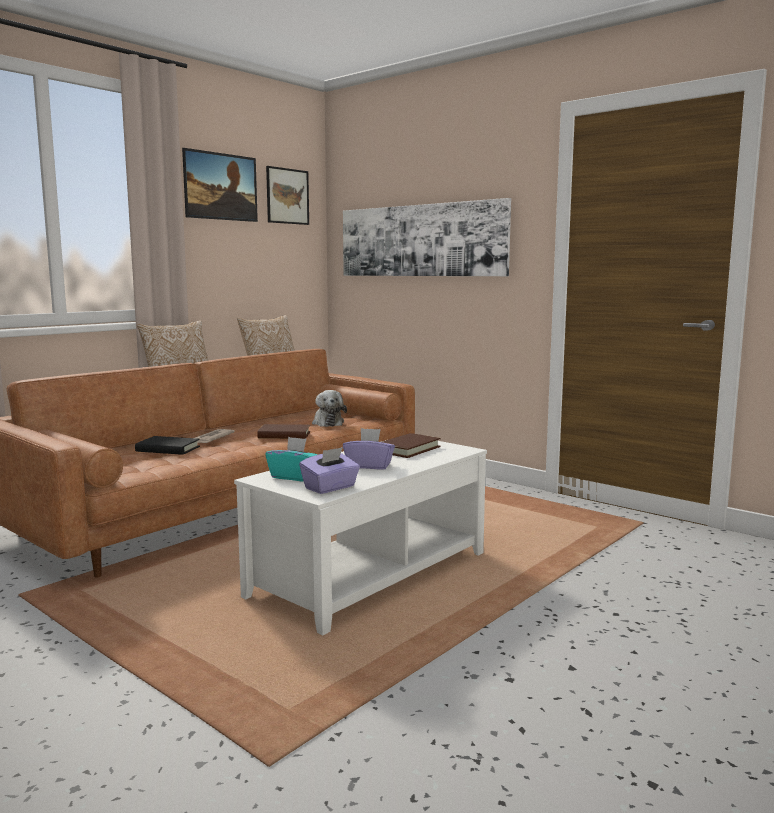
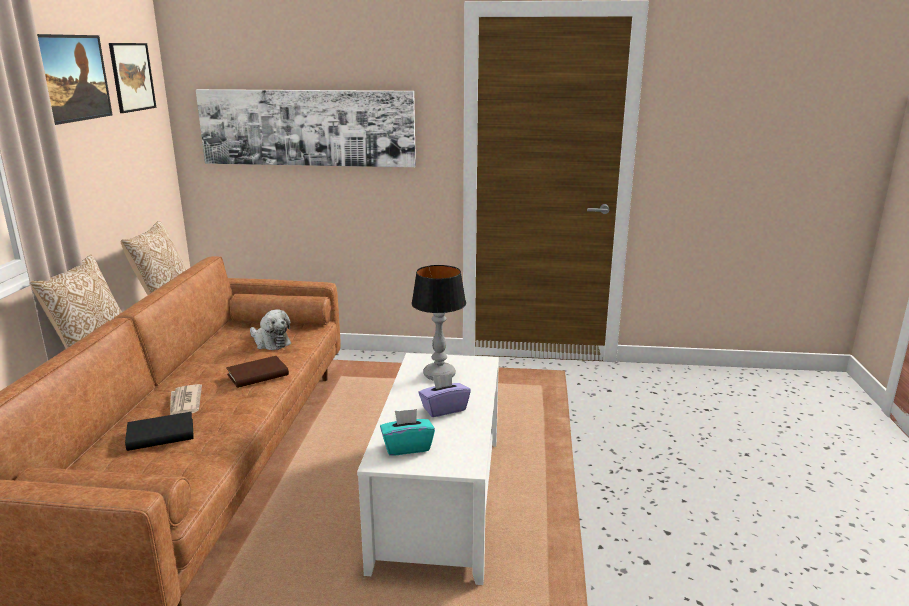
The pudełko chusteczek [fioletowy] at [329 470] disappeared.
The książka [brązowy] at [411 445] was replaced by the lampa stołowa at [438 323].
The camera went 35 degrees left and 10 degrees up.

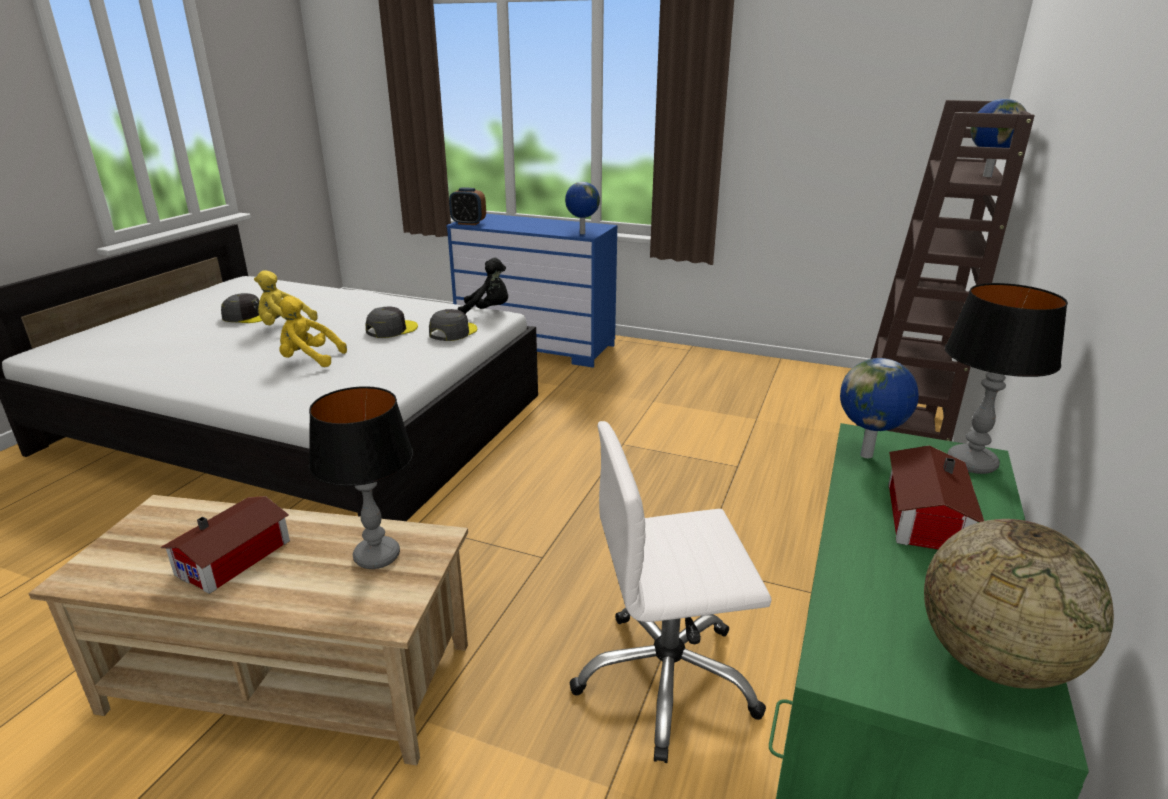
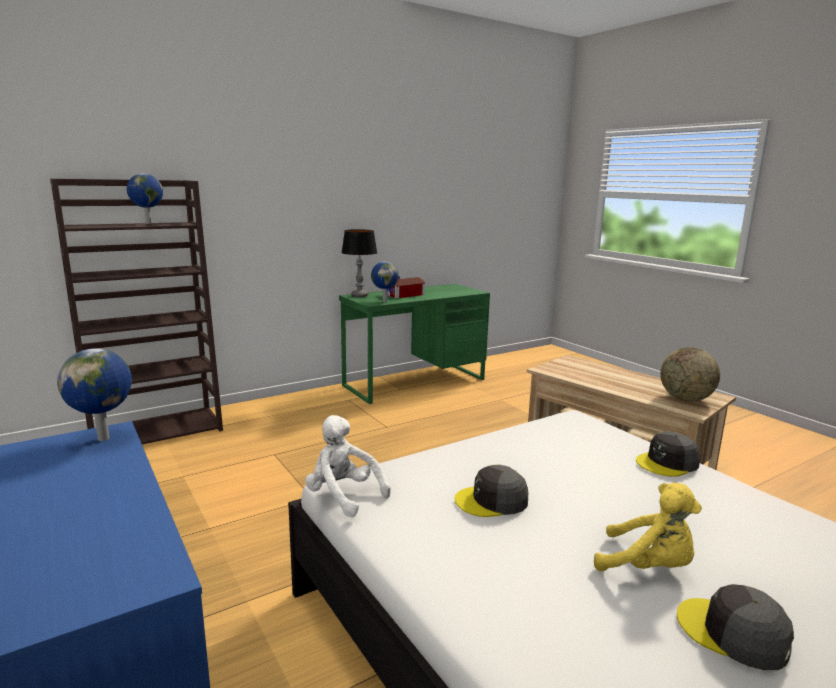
The domek at [225 545] disappeared.
The pluszak [żółty] at [312 331] disappeared.
The lampa stołowa at [361 477] disappeared.
The budzik at [467 206] disappeared.
The krzesło biurowe [biały] at [671 592] disappeared.
The czapka z daszkiem [szary] moved from [453 325] to [668 454].
The globus moved from [1019 604] to [690 374].
The pluszak [czarny] at [483 286] became the pluszak [biały] at [348 466].
The camera went 145 degrees left and 10 degrees down.

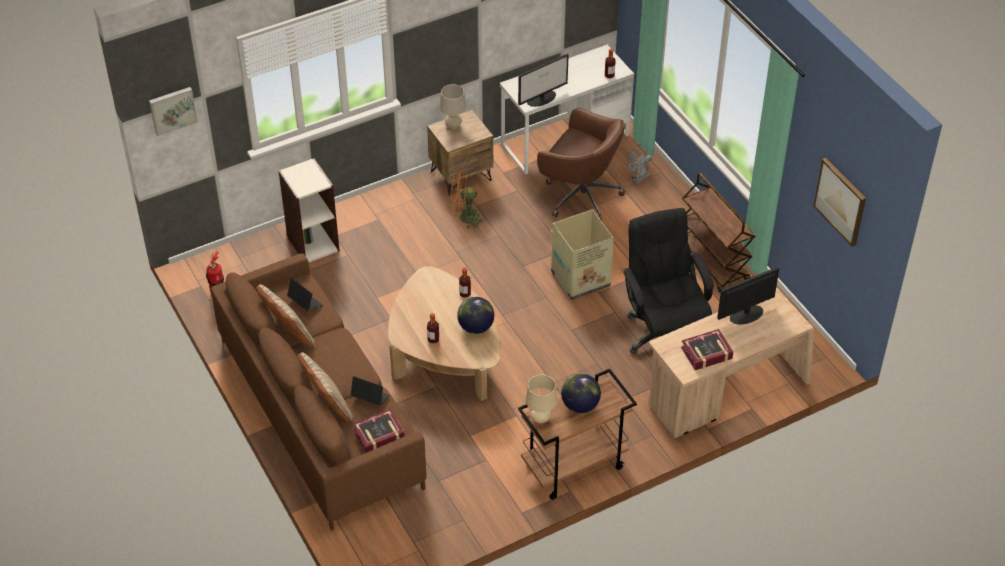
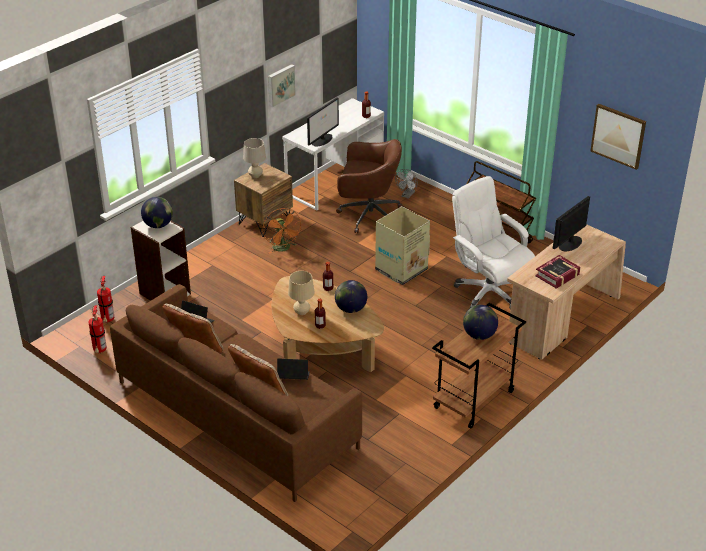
The książka at [378 431] disappeared.
The gaśnica at [105 299] appeared.
The globus at [157 212] appeared.
The obraz moved from [173 111] to [282 85].
The lampa stołowa [beżowy] moved from [541 398] to [301 293].
The krzesło biurowe [czarny] at [667 281] became the krzesło biurowe [biały] at [493 242].
The wentylator [pomarańczowy] at [468 199] turned 90 degrees counterclockwise.
The camera went 20 degrees left and 10 degrees down.

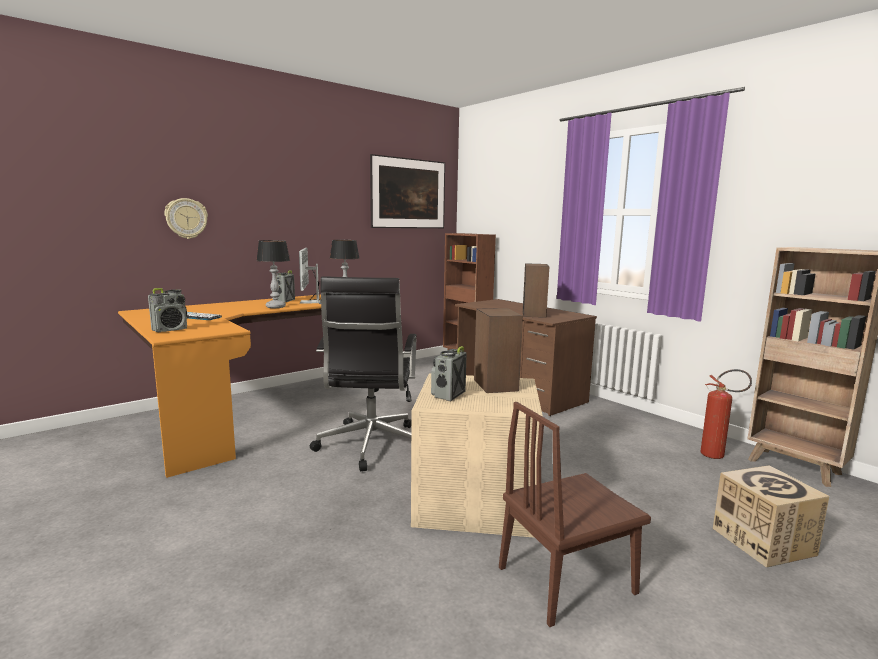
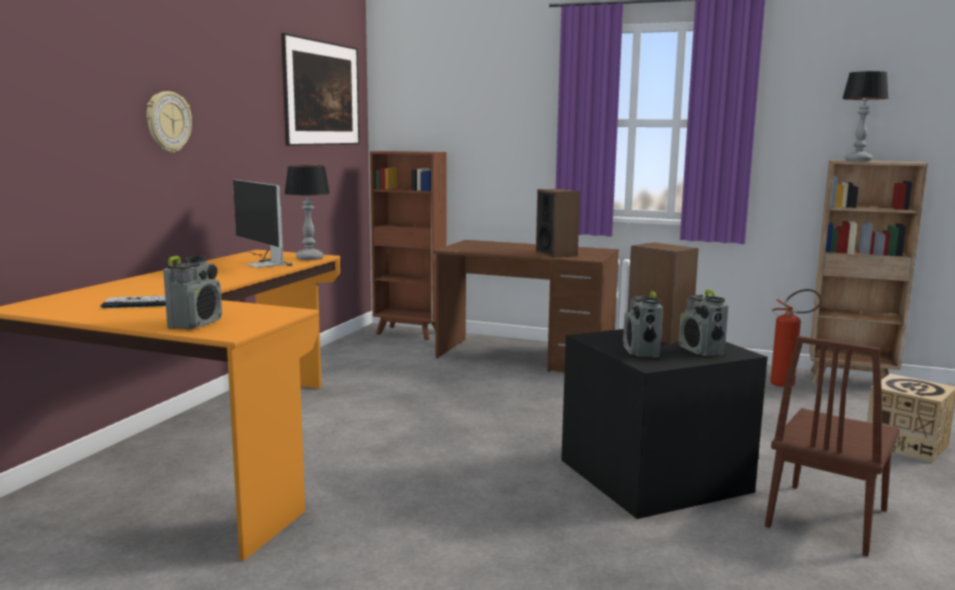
The krzesło biurowe [czarny] at [363 374] disappeared.
The zegar ścienny moved from [186 218] to [169 122].
The lampa stołowa moved from [273 274] to [865 116].
The radio moved from [283 286] to [703 323].
The pojemnik do przechowywania [beżowy] at [477 455] became the pojemnik do przechowywania [czarny] at [664 424].
The camera went 30 degrees left and 0 degrees up.

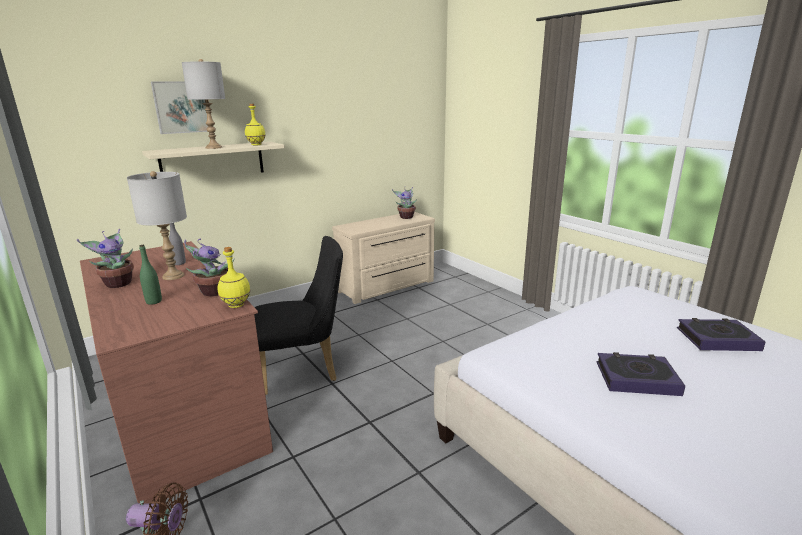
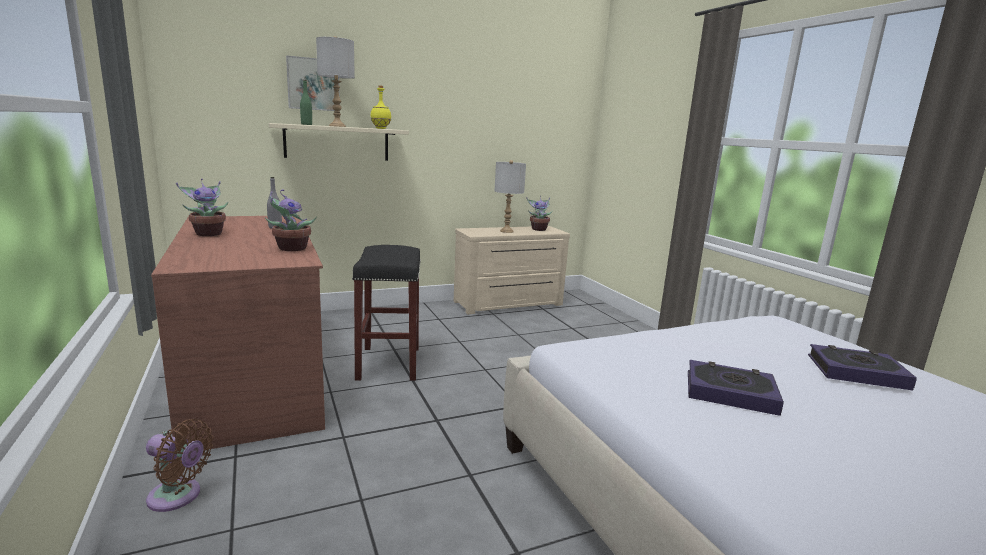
The butelka [żółty] at [234 277] disappeared.
The lampa stołowa [szary] moved from [157 225] to [510 196].
The butelka [zielony] moved from [150 275] to [306 102].
The krzesło [czarny] at [298 315] was replaced by the stołek [czarny] at [386 313].
The camera went 10 degrees right and 5 degrees down.

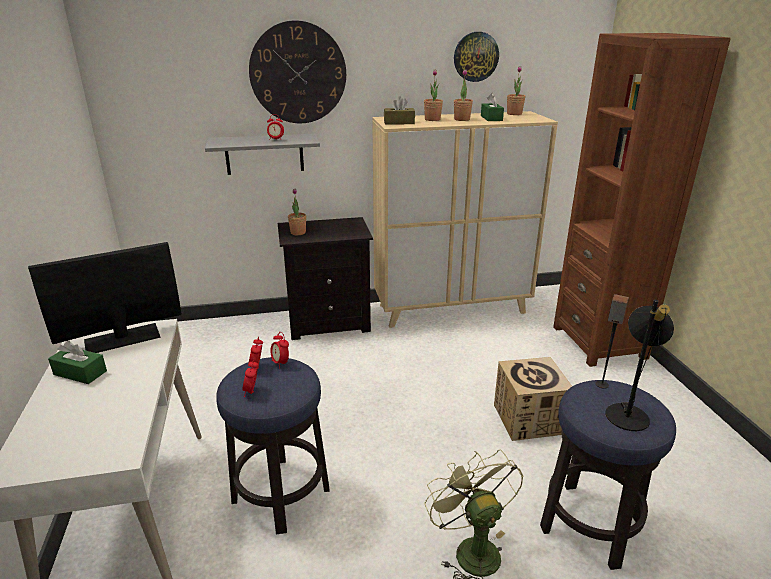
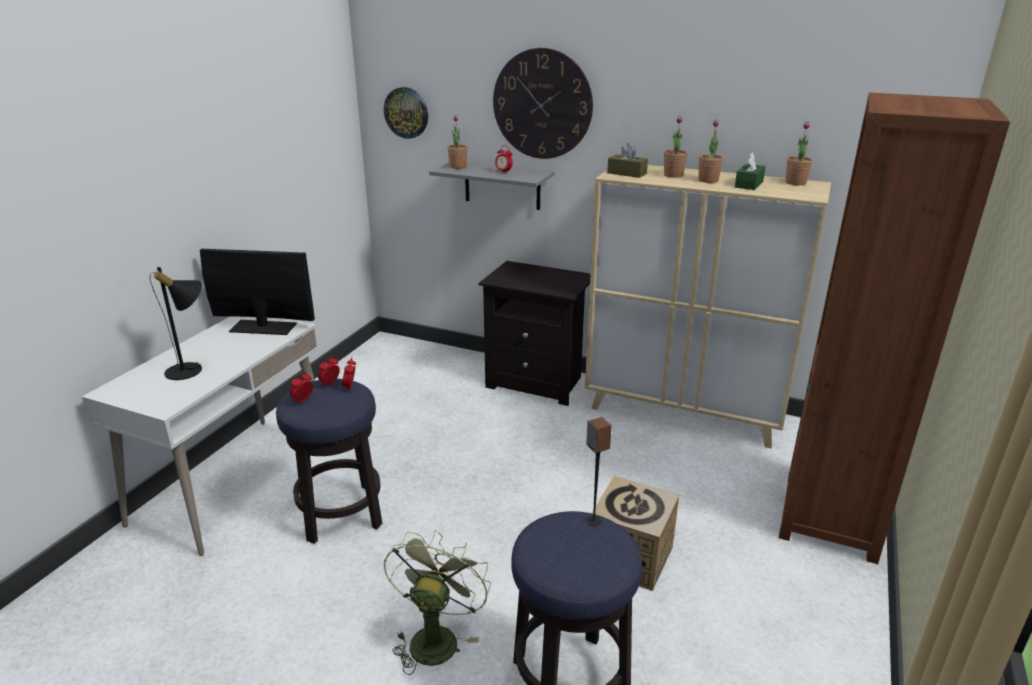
The pudełko chusteczek [zielony] at [77 362] disappeared.
The roślina doniczkowa moved from [297 211] to [457 142].
The zegar ścienny moved from [476 57] to [406 113].
The lampa stołowa [czarny] moved from [639 365] to [176 323].
The camera went 35 degrees right and 0 degrees up.

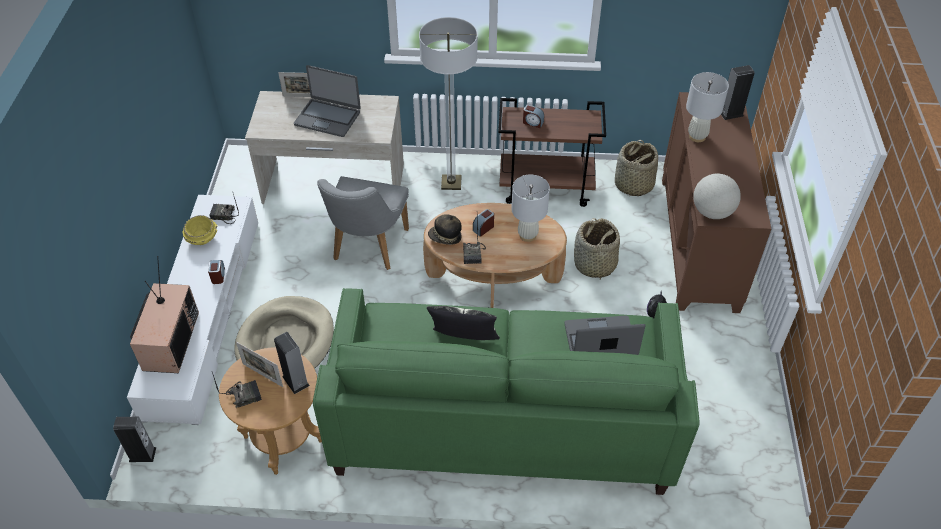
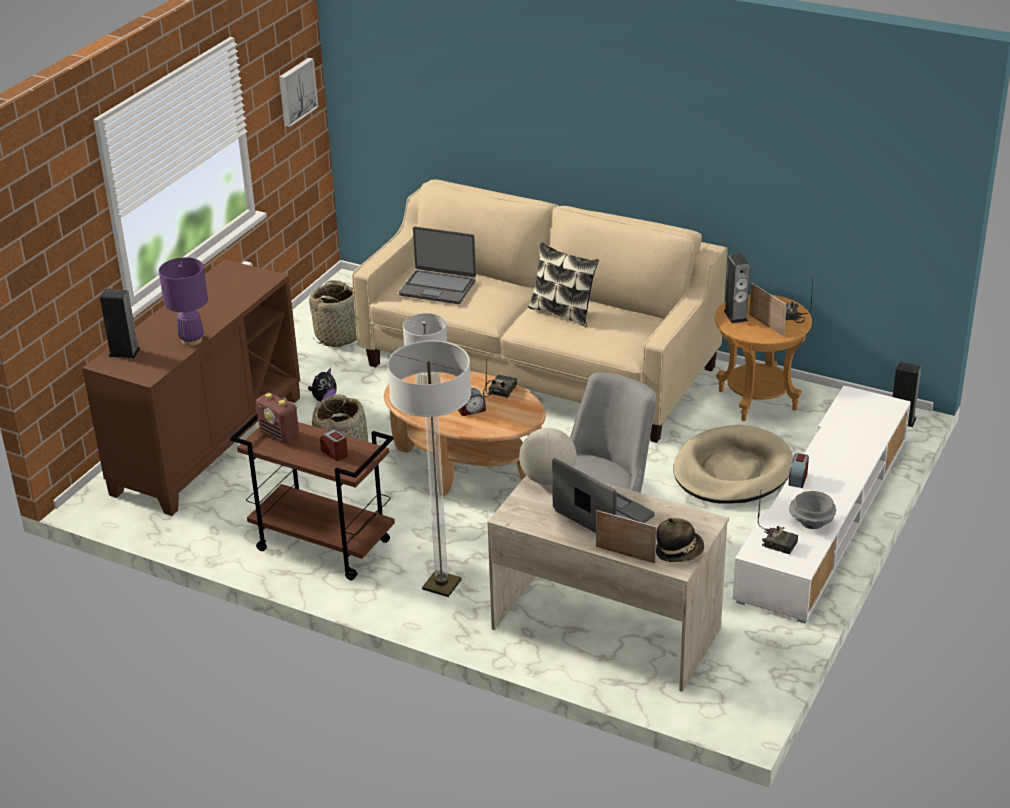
The telewizor at [164 314] disappeared.
The radio at [277 418] appeared.
The obraz at [298 92] appeared.
The kapelusz moved from [445 229] to [680 540].
The koszyk moved from [636 168] to [333 313].
The globus moved from [717 196] to [548 456].
The miska [żółty] at [200 230] became the miska [szary] at [812 510].
The kanapa [zielony] at [506 391] became the kanapa [beżowy] at [540 311].
The lampa stołowa [biały] at [707 107] became the lampa stołowa [fioletowy] at [183 302].
The camera went 155 degrees left and 15 degrees down.

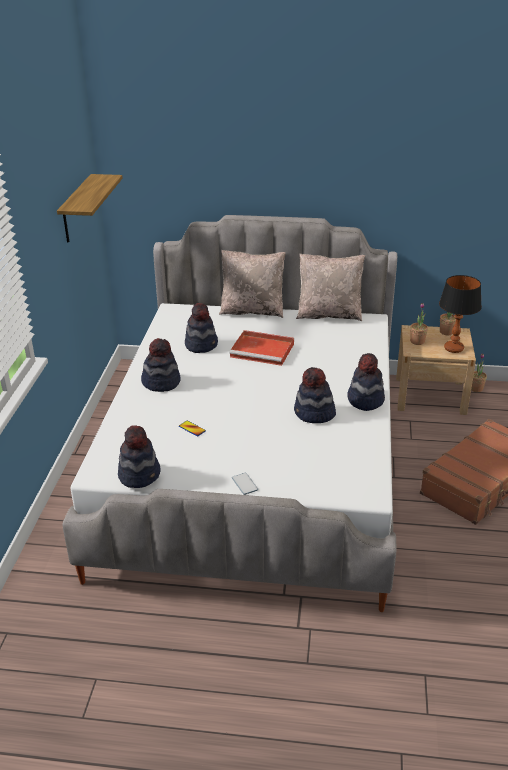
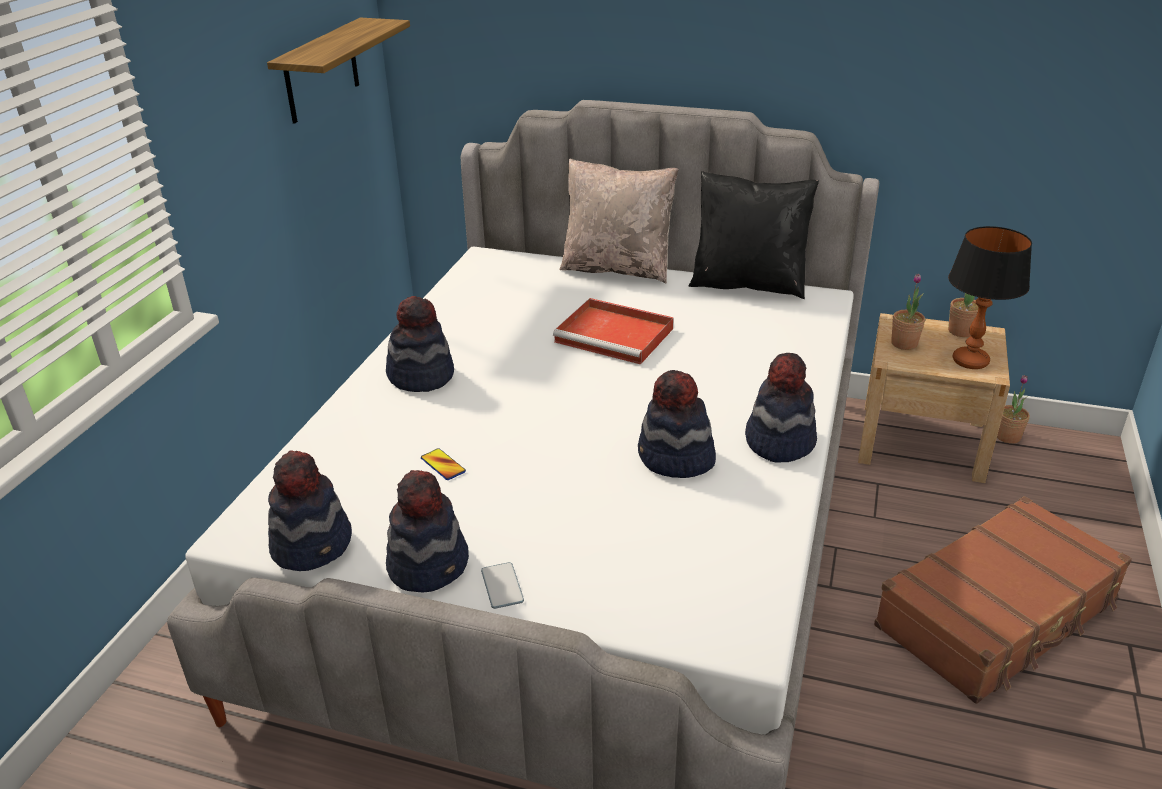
The kapelusz moved from [201 328] to [427 531].
The poduszka [beżowy] at [330 287] became the poduszka [czarny] at [754 235].
The camera went 10 degrees right and 0 degrees up.

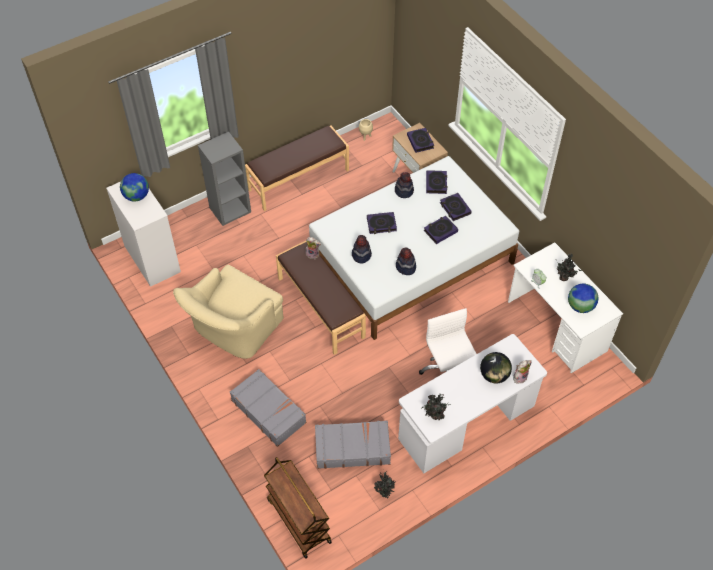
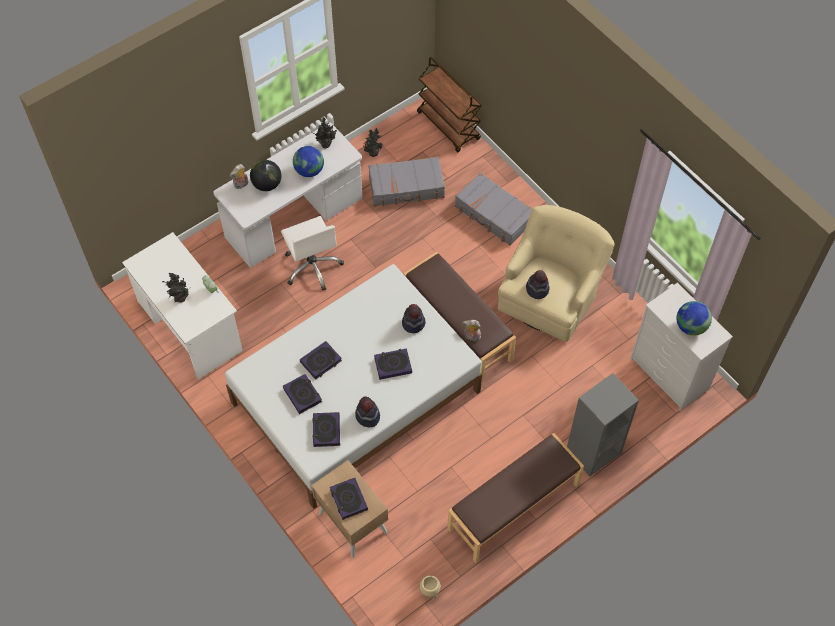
The kapelusz moved from [406 261] to [538 284].
The globus moved from [583 298] to [308 161].
The camera went 175 degrees right and 5 degrees up.

